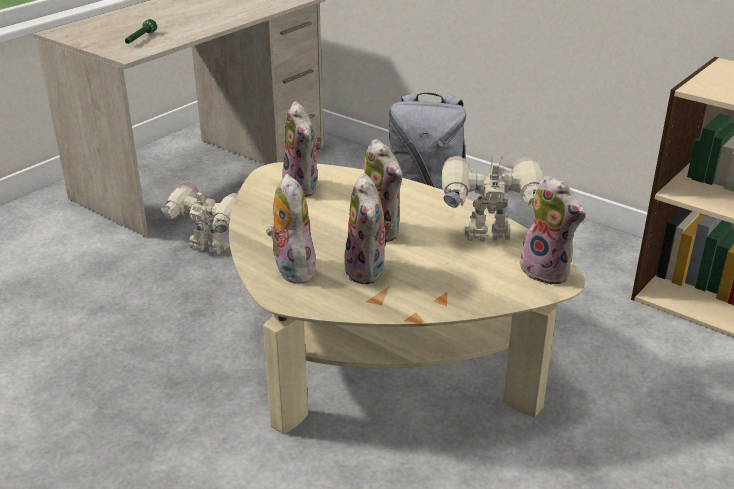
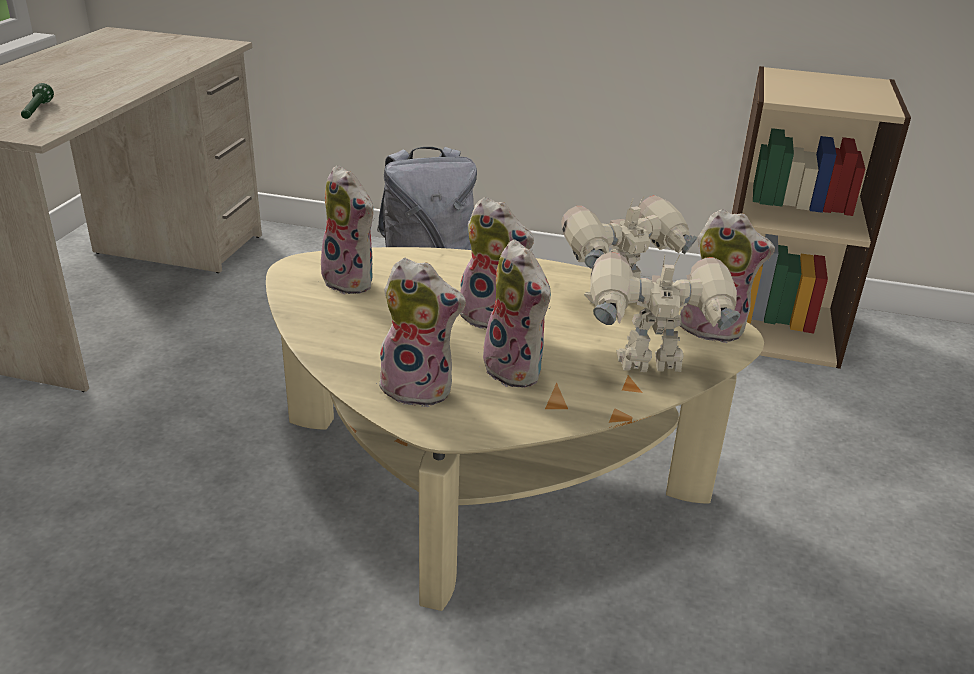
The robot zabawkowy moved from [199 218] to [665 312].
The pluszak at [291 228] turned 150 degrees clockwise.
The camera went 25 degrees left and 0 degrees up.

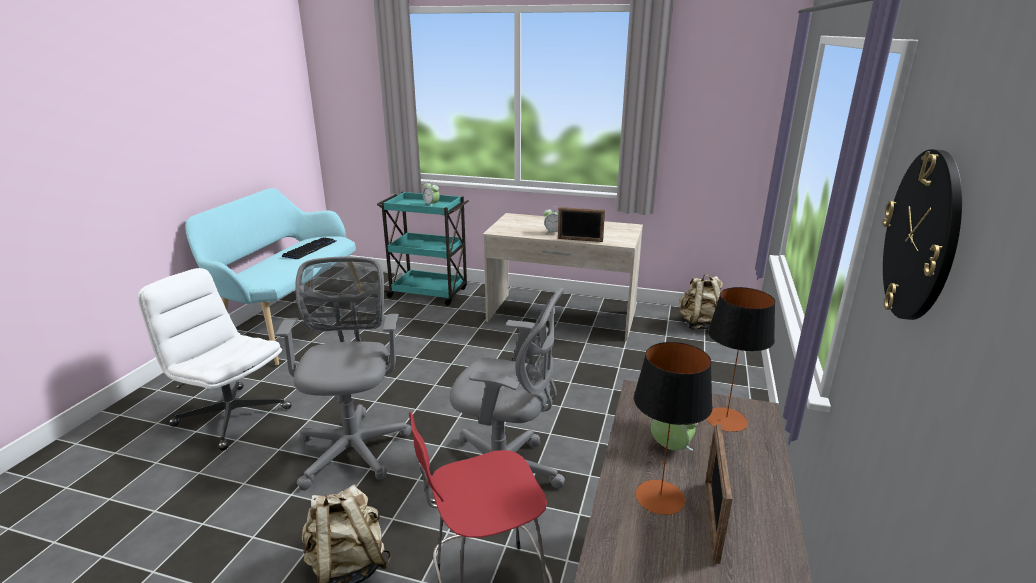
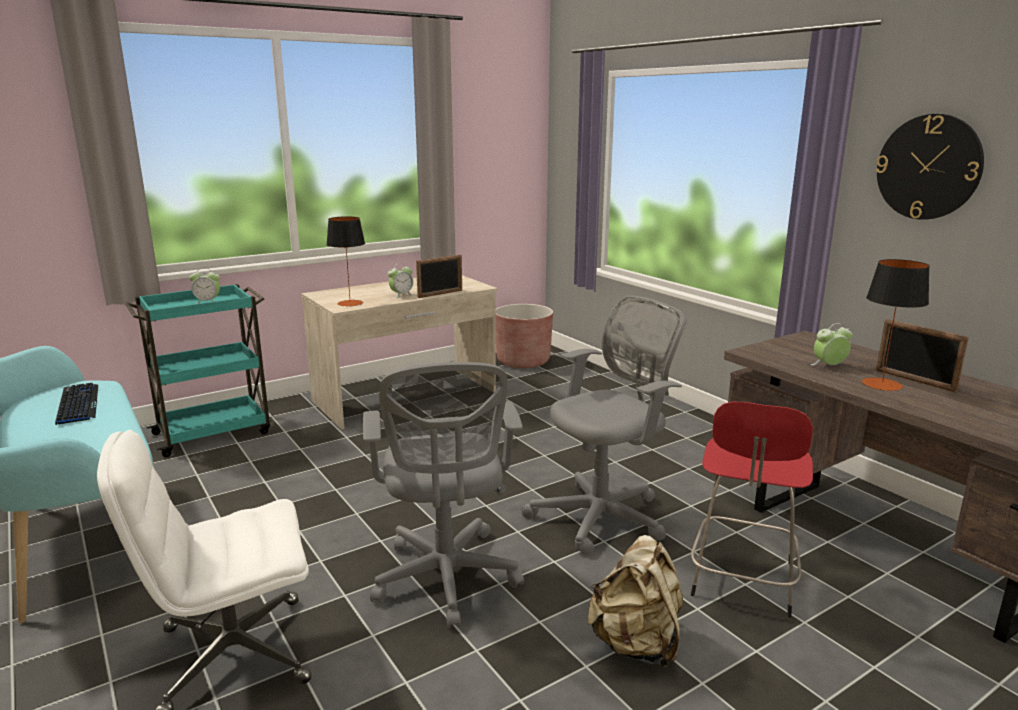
The lampa stołowa moved from [741 359] to [345 261].
The plecak [beżowy] at [701 302] was replaced by the donica [brązowy] at [524 336].
The krzesło biurowe [szary] at [343 373] turned 135 degrees counterclockwise.
The camera went 50 degrees left and 5 degrees down.

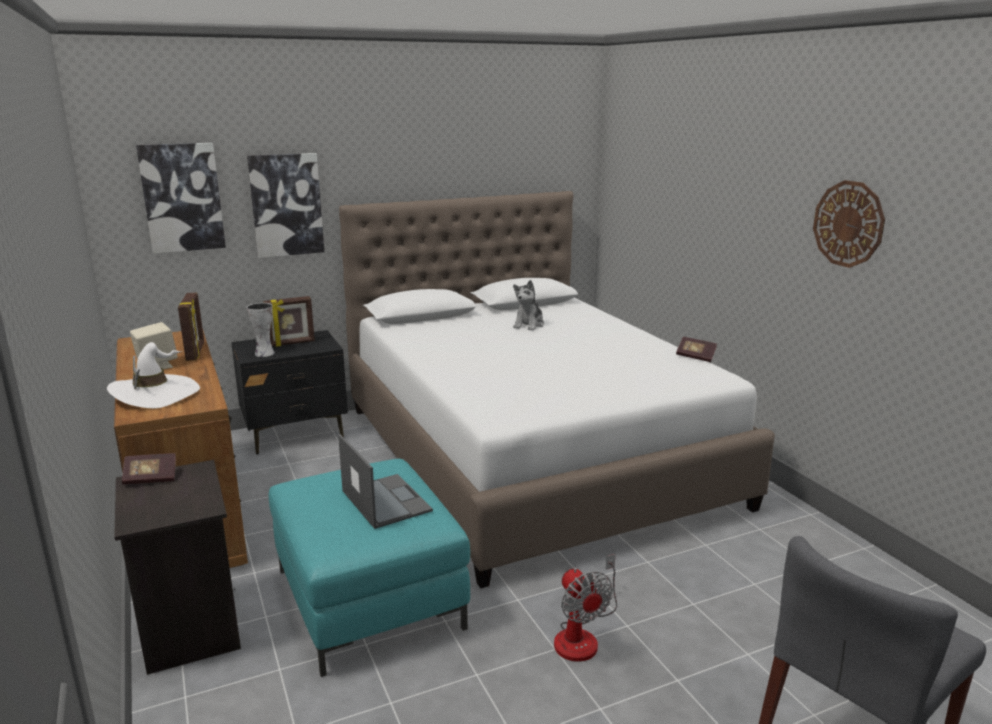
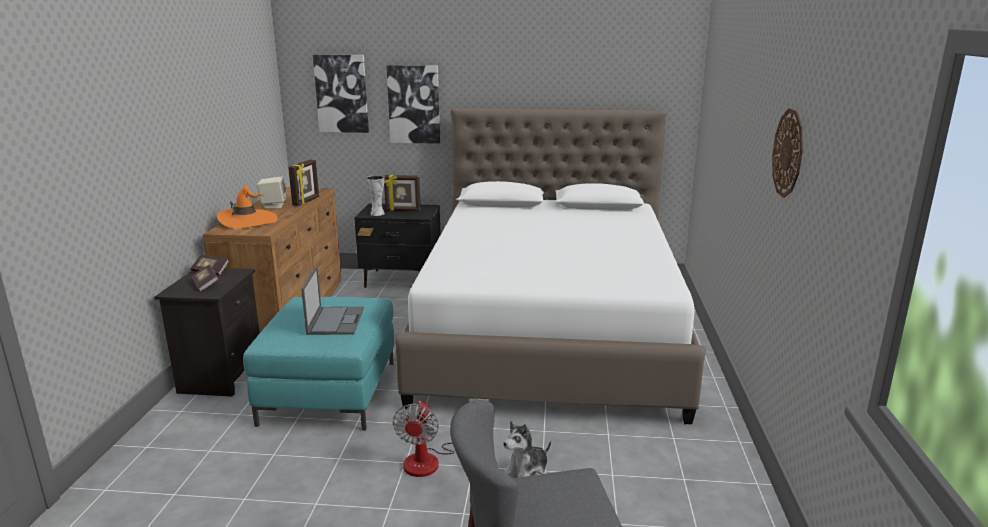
The pluszak moved from [528 305] to [527 449].
The książka moved from [696 349] to [205 278].
The kapelusz [biały] at [153 375] became the kapelusz [pomarańczowy] at [247 207].
The camera went 30 degrees right and 0 degrees up.

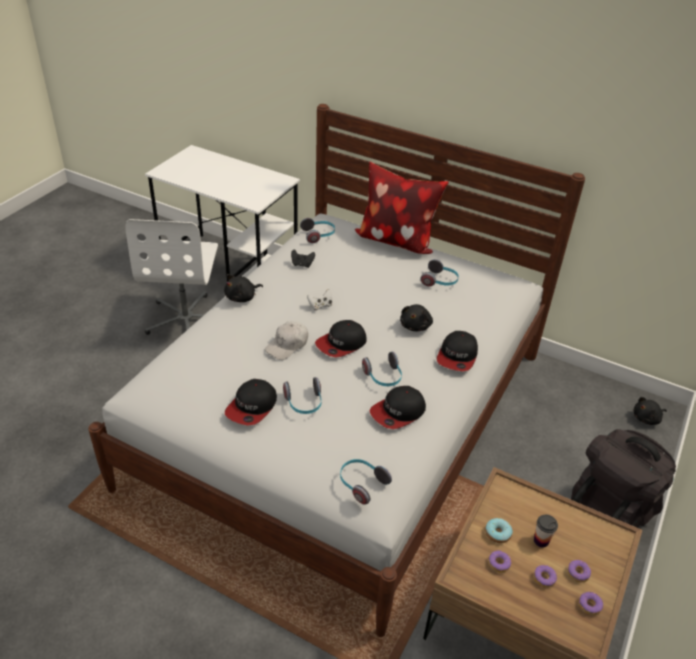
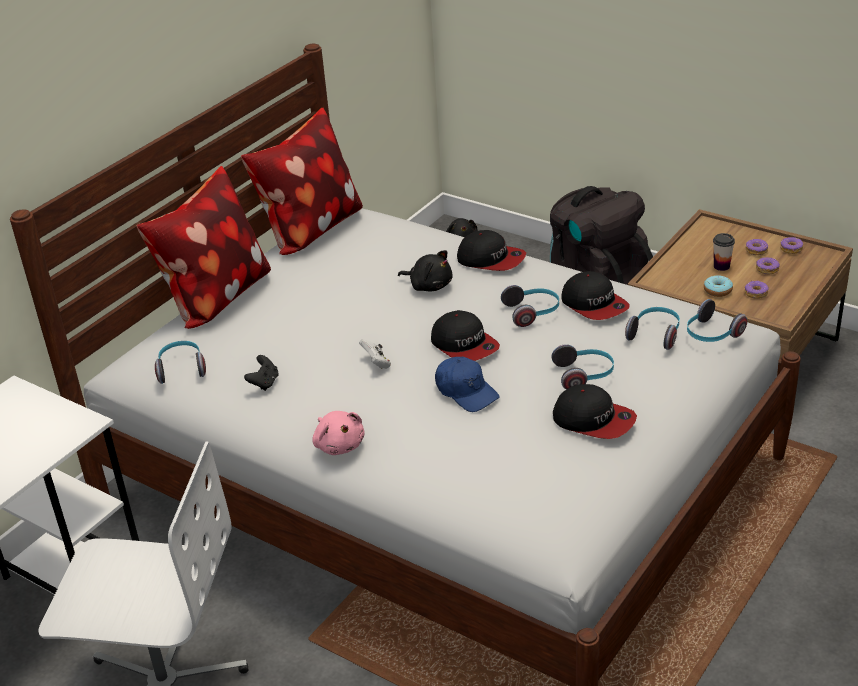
The poduszka at [302 181] appeared.
The słuchawki moved from [439 273] to [652 328].
The pluszak [czarny] at [243 288] became the pluszak [różowy] at [338 433].
The czapka z daszkiem [biały] at [286 340] became the czapka z daszkiem [niebieski] at [467 384].
The camera went 80 degrees left and 5 degrees down.

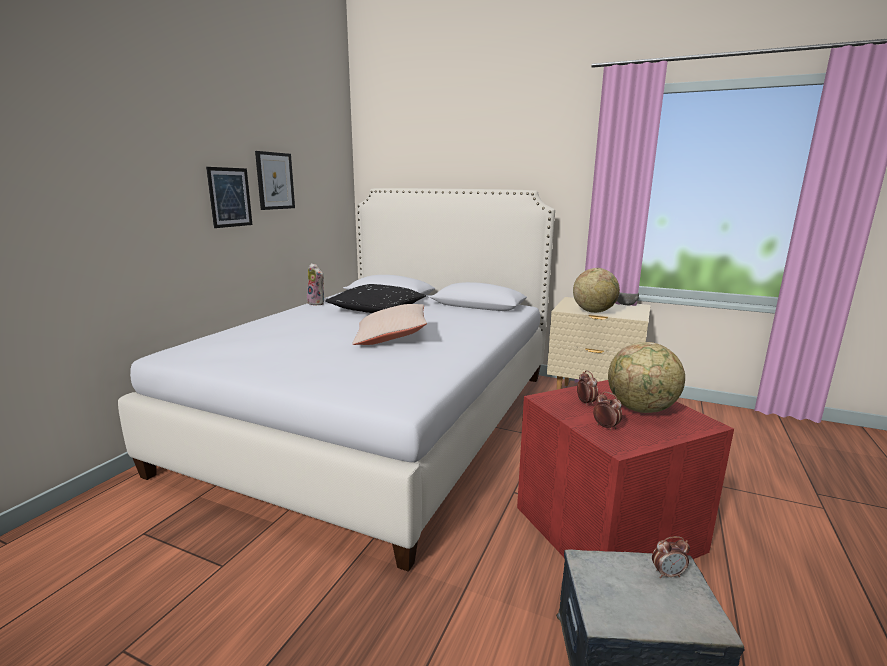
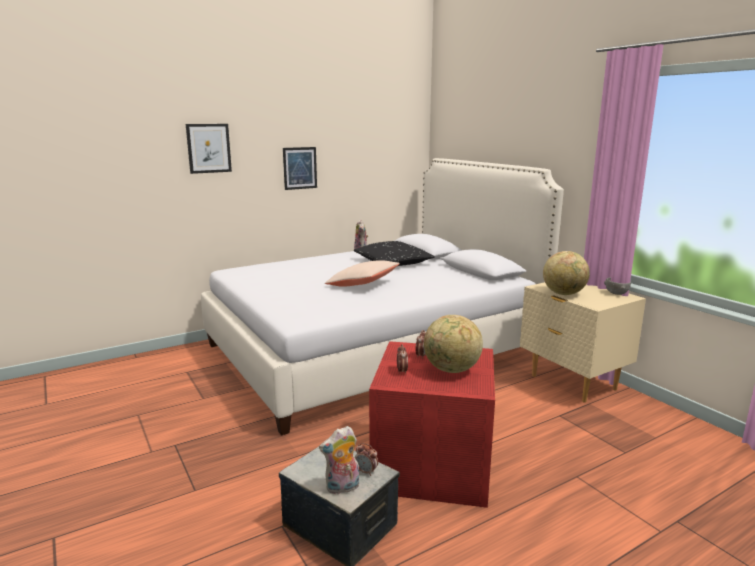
The pluszak at [339 460] appeared.
The obraz moved from [275 180] to [209 149].
The camera went 35 degrees right and 0 degrees up.

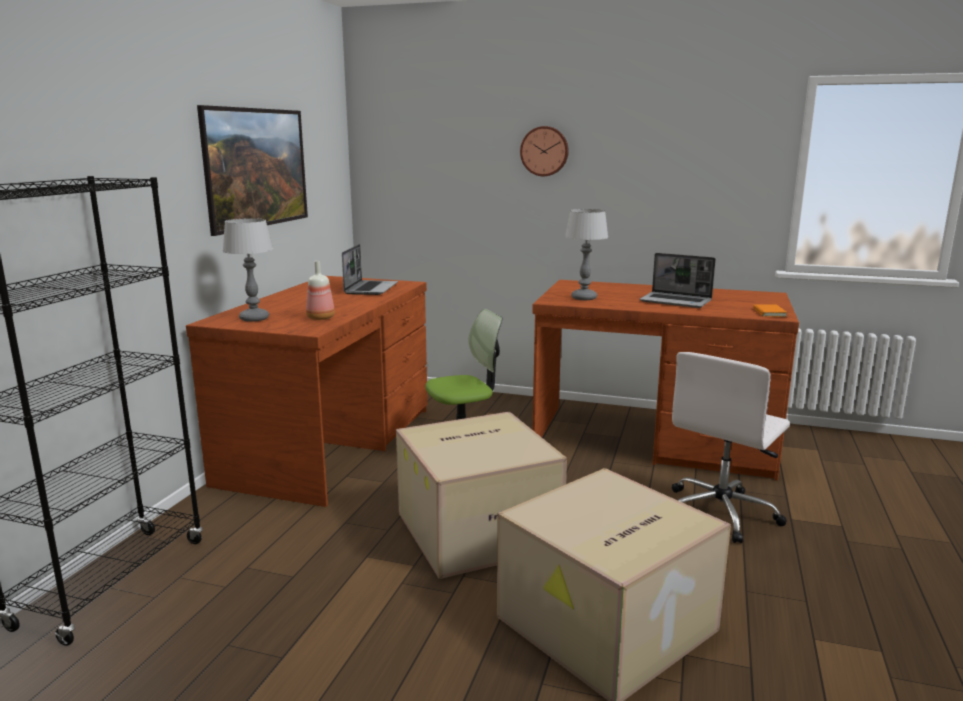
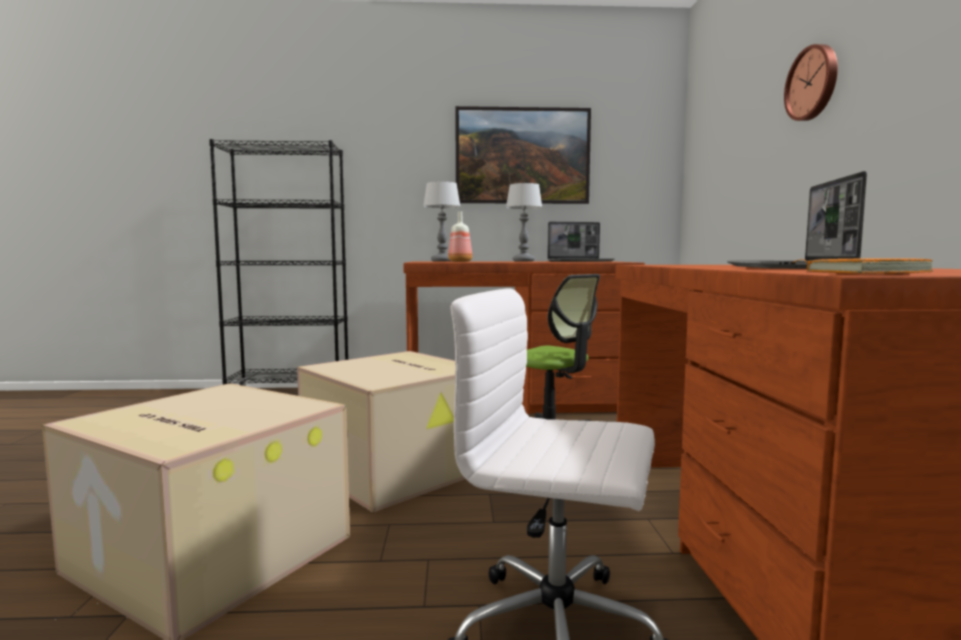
The lampa stołowa moved from [586 254] to [524 222].
The camera went 70 degrees right and 10 degrees down.

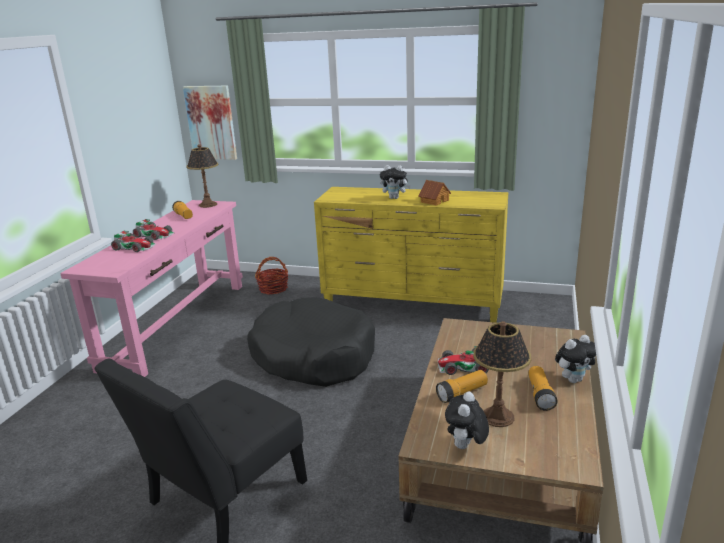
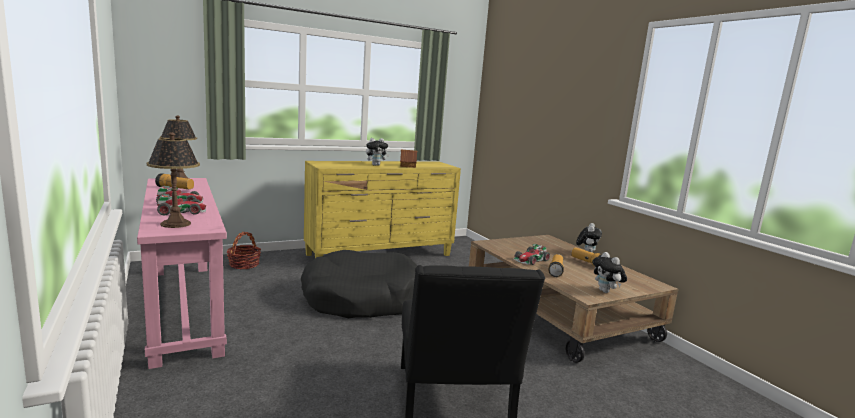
The obraz at [210 123] disappeared.
The lampa stołowa moved from [502 374] to [173 180].
The camera went 45 degrees left and 10 degrees down.

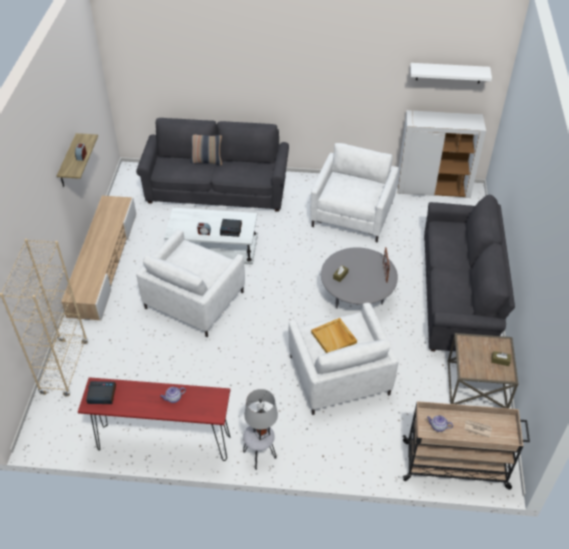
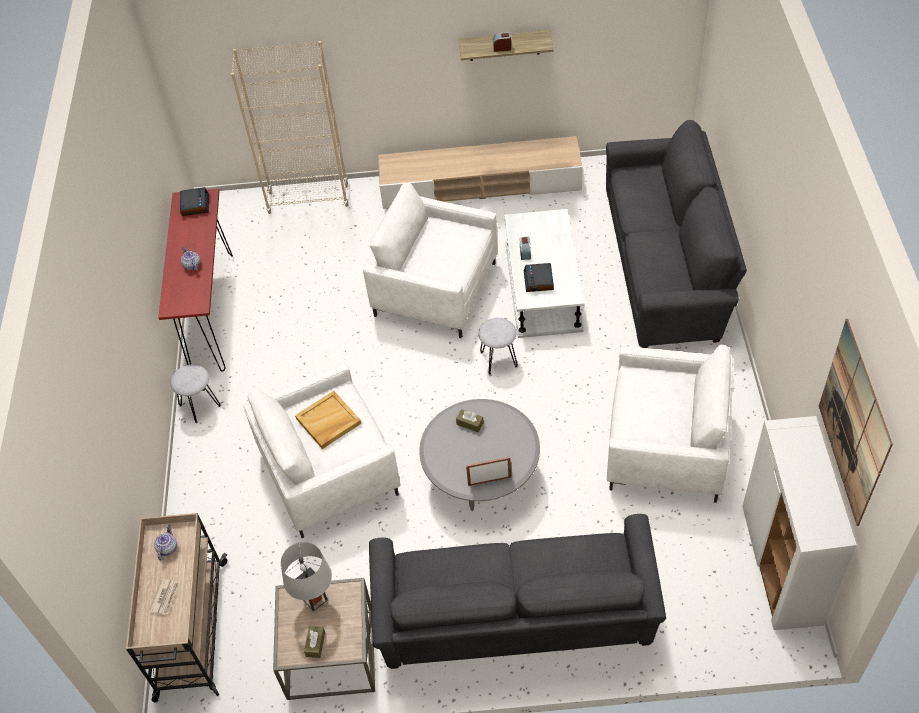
The poduszka at [206 150] disappeared.
The stołek [szary] at [498 346] appeared.
The lampa stołowa [szary] moved from [261 414] to [306 577].
The półka [biały] at [451 73] was replaced by the obraz at [856 422].
The camera went 85 degrees right and 5 degrees up.

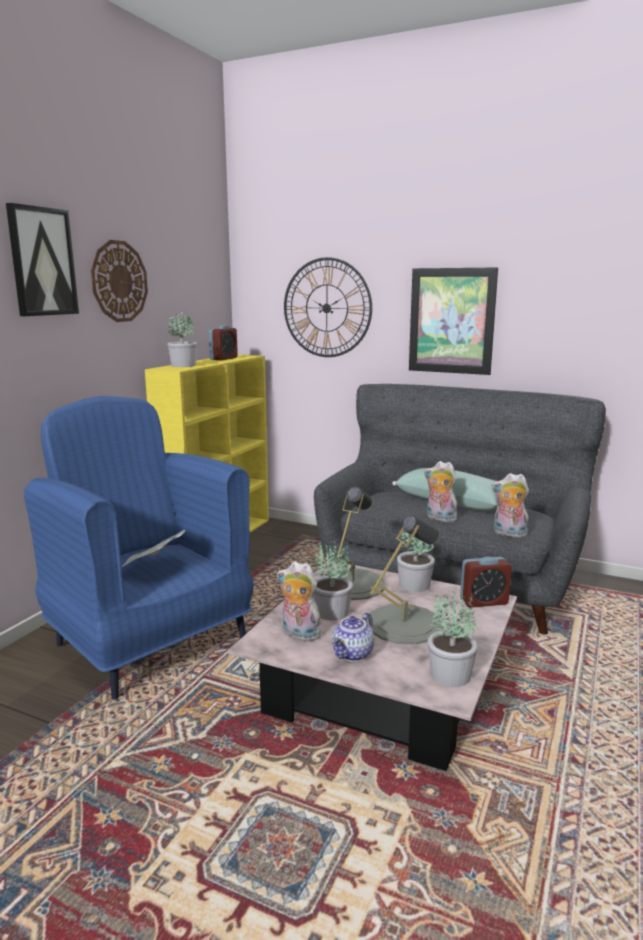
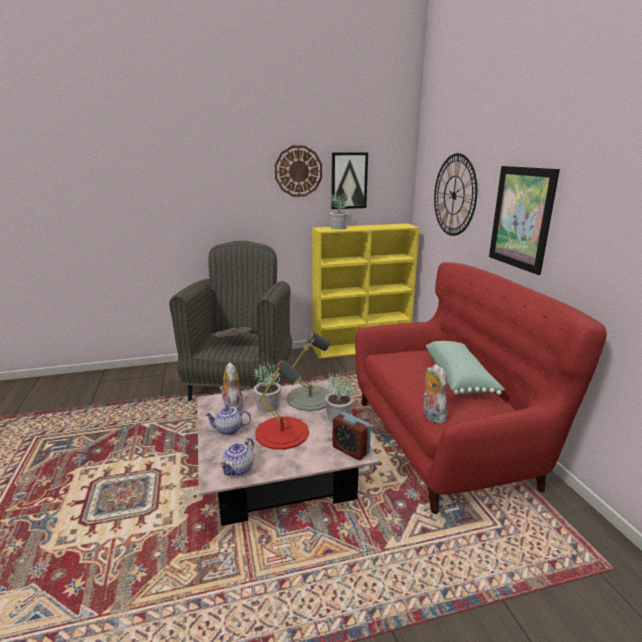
The budzik at [223 342] disappeared.
The pluszak at [440 491] disappeared.
The obraz moved from [42 259] to [349 180].
The roślina doniczkowa at [453 639] was replaced by the imbryk at [236 457].
The fotel [niebieski] at [139 548] became the fotel [szary] at [230 321].
The kanapa [szary] at [460 509] became the kanapa [czerwony] at [481 388].
The lampa stołowa [szary] at [404 580] became the lampa stołowa [czerwony] at [282 405].
The camera went 50 degrees right and 5 degrees up.

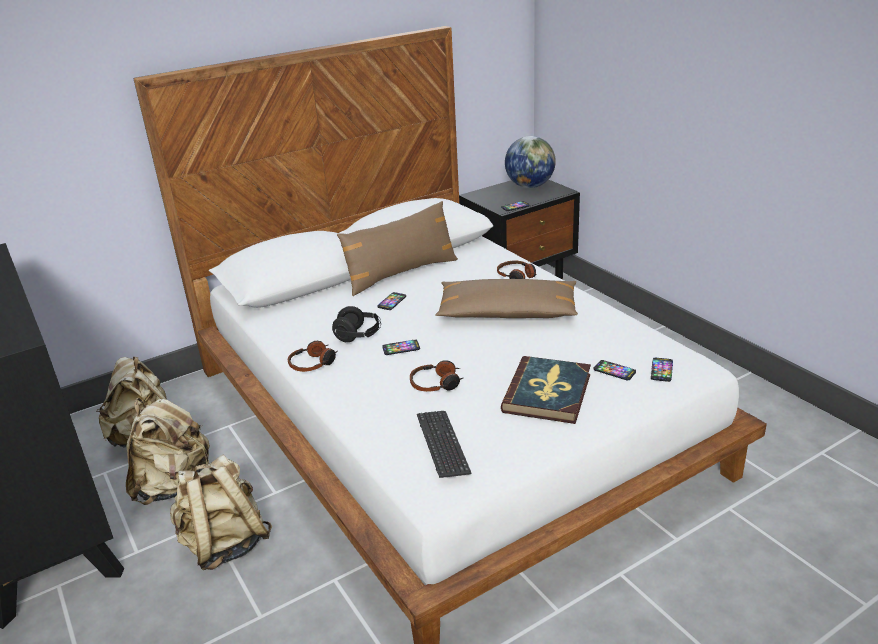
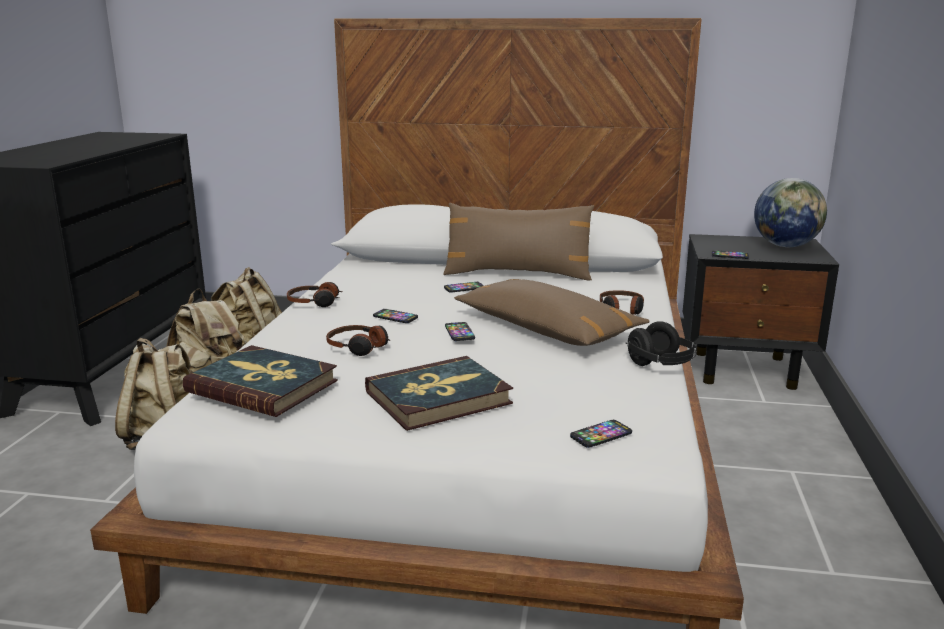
The słuchawki [czarny] moved from [356 324] to [661 343].
The telefon moved from [615 370] to [460 331].
The klawiatura at [444 444] was replaced by the książka at [260 381].
The camera went 40 degrees right and 10 degrees down.

